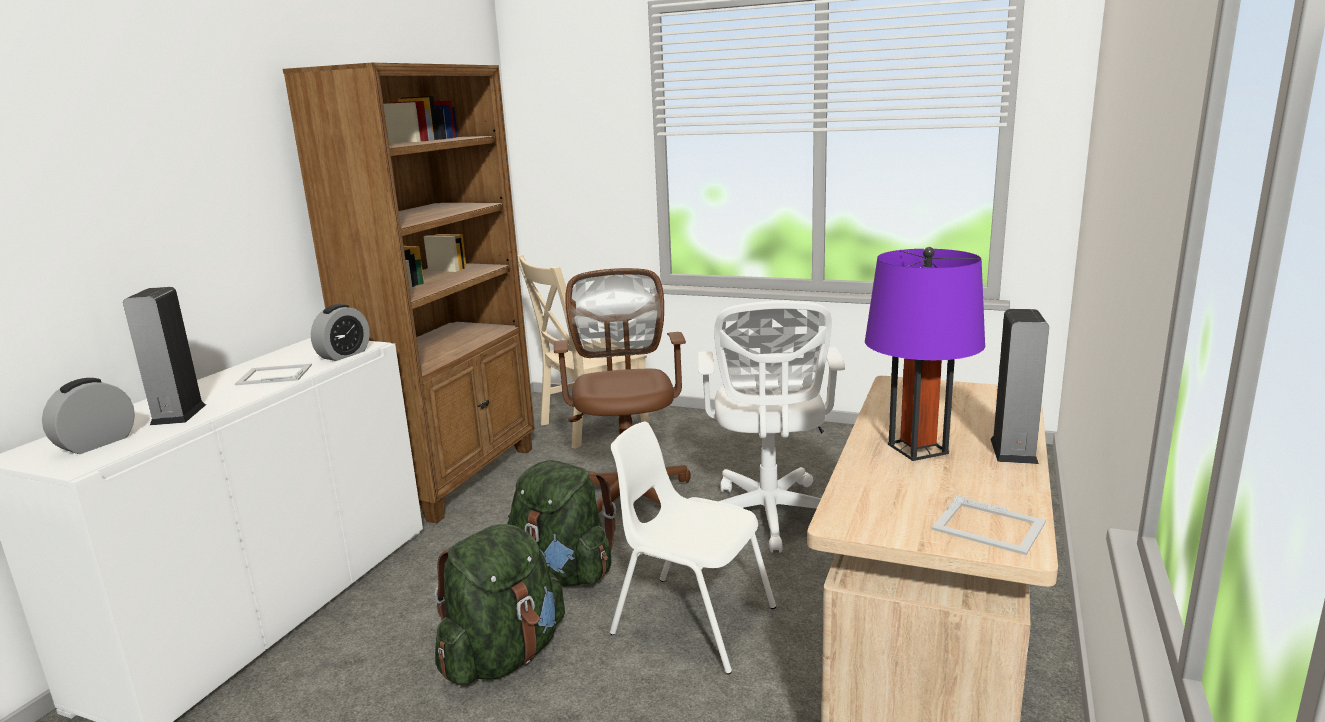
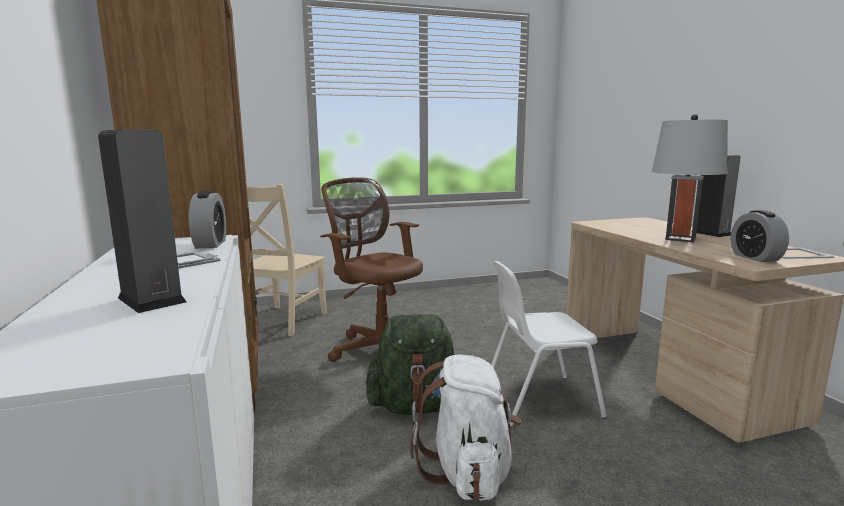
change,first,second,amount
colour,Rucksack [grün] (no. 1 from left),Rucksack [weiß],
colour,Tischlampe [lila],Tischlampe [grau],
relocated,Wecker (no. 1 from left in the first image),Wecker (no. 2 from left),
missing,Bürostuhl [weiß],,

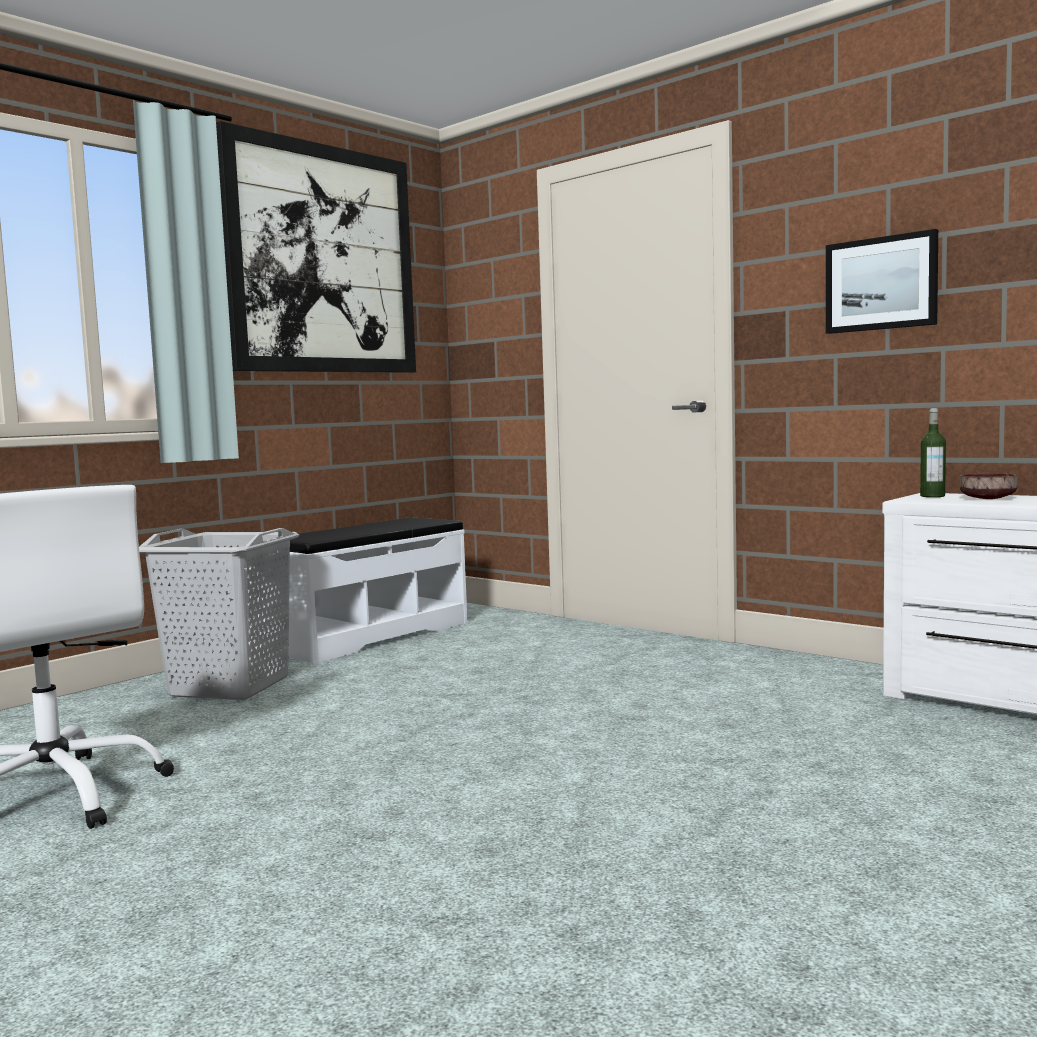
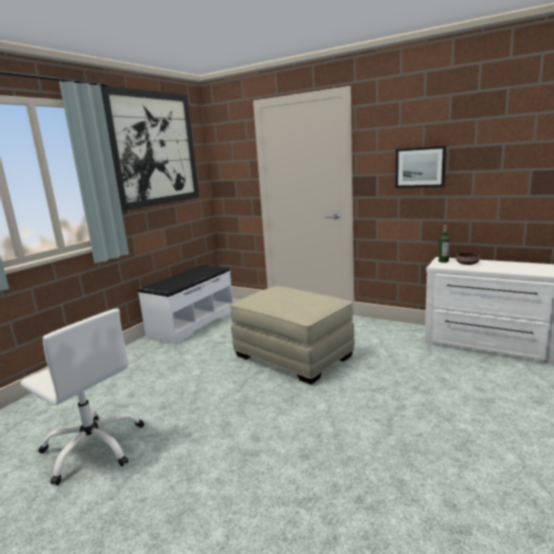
change,first,second,amount
appeared,,Polsterhocker [beige],
missing,Wäschekorb [grau],,

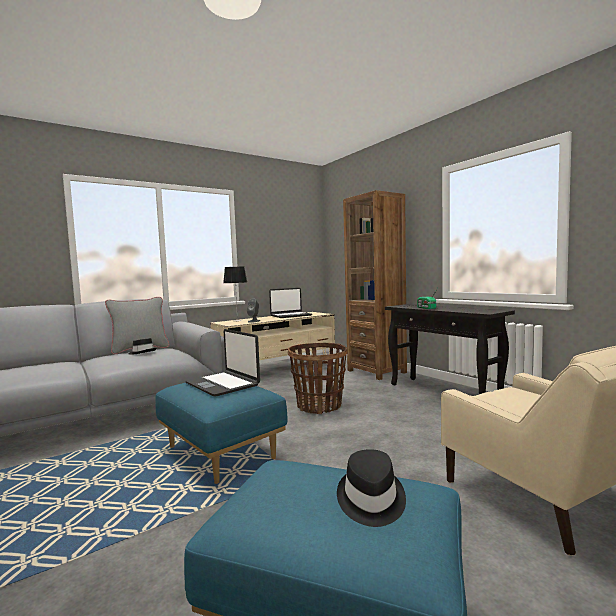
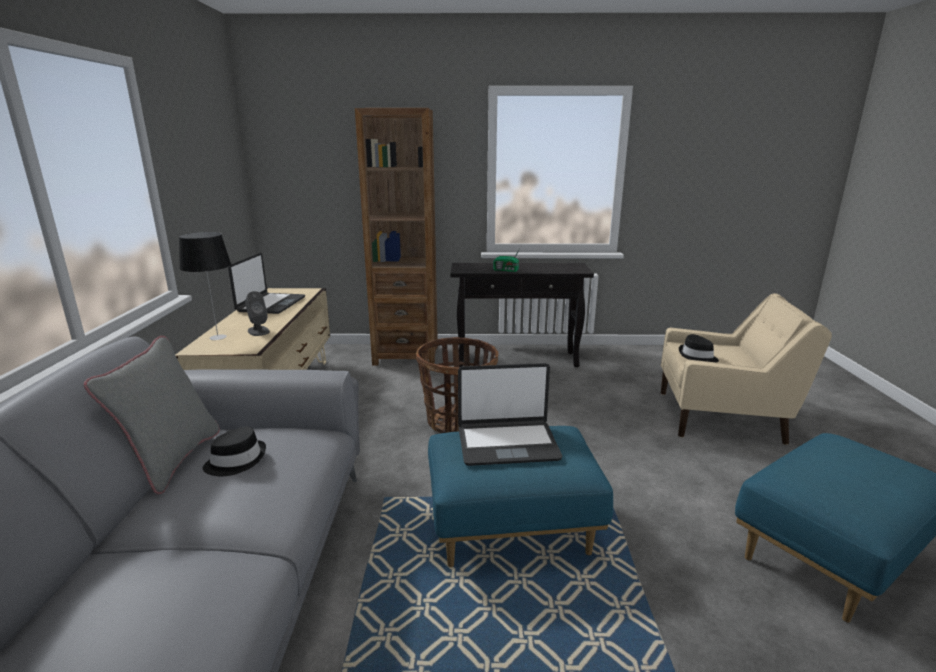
change,first,second,amount
relocated,Hut [schwarz] (no. 2 from left),,

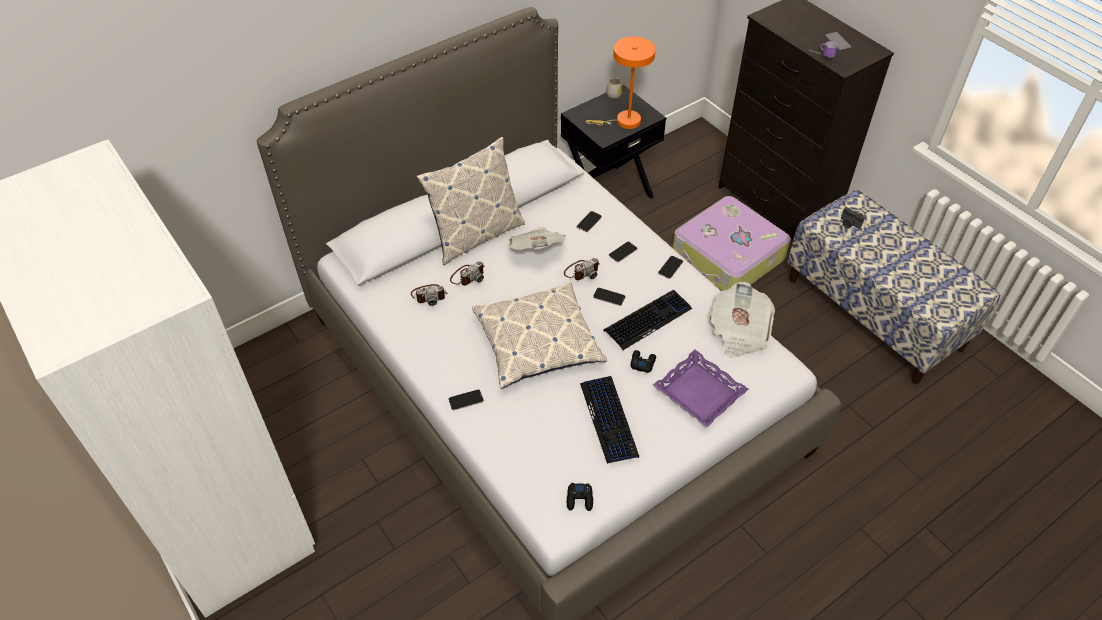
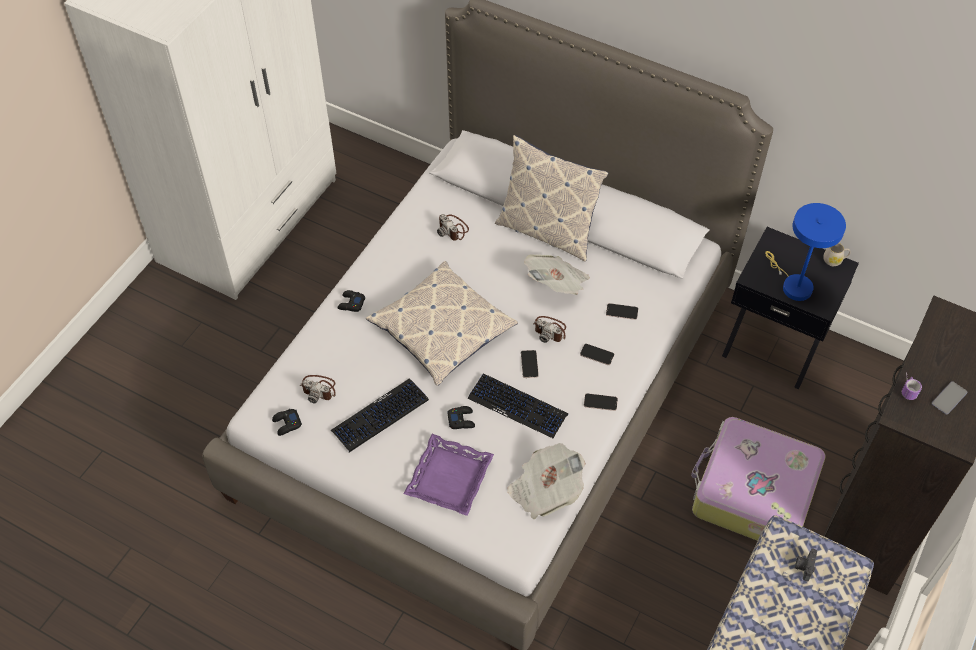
change,first,second,amount
relocated,Kamera (no. 2 from left in the first image),Kamera (no. 1 from left),
exchanged,Handy (no. 1 from left),Gamepad [schwarz] (no. 2 from left),
colour,Tischlampe [orange],Tischlampe [blau],

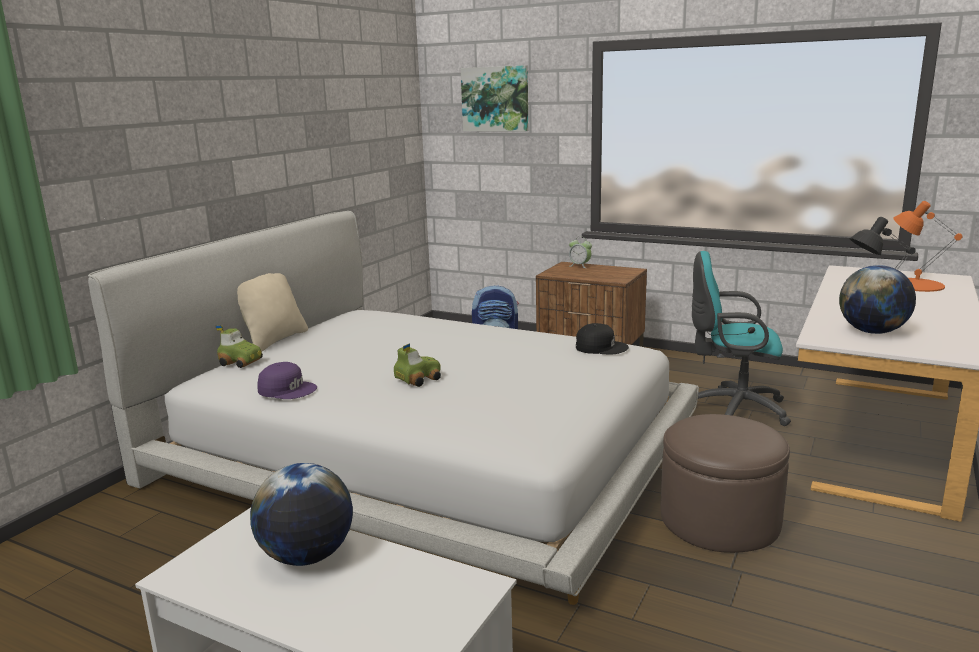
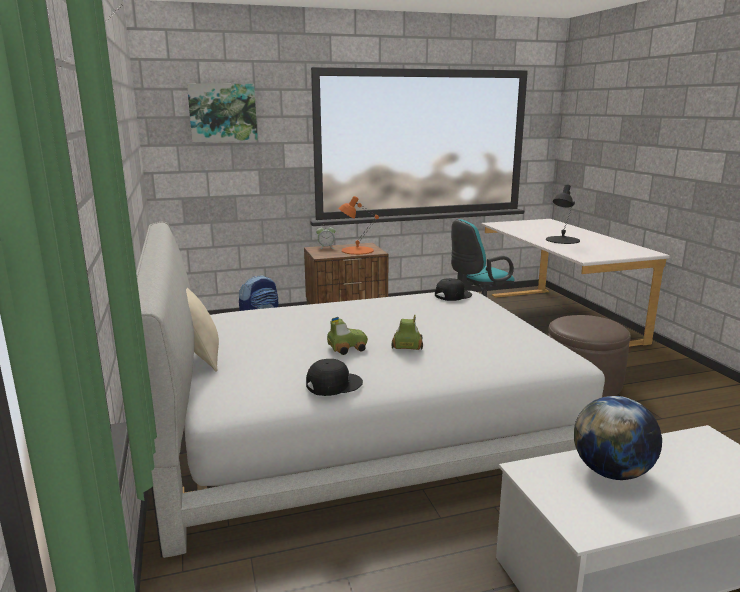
change,first,second,amount
colour,Kappe [lila],Kappe [schwarz] (no. 1 from left),
relocated,Spielzeugauto (no. 1 from left),,
relocated,Tischlampe [orange],,
missing,Globus (no. 2 from left),,

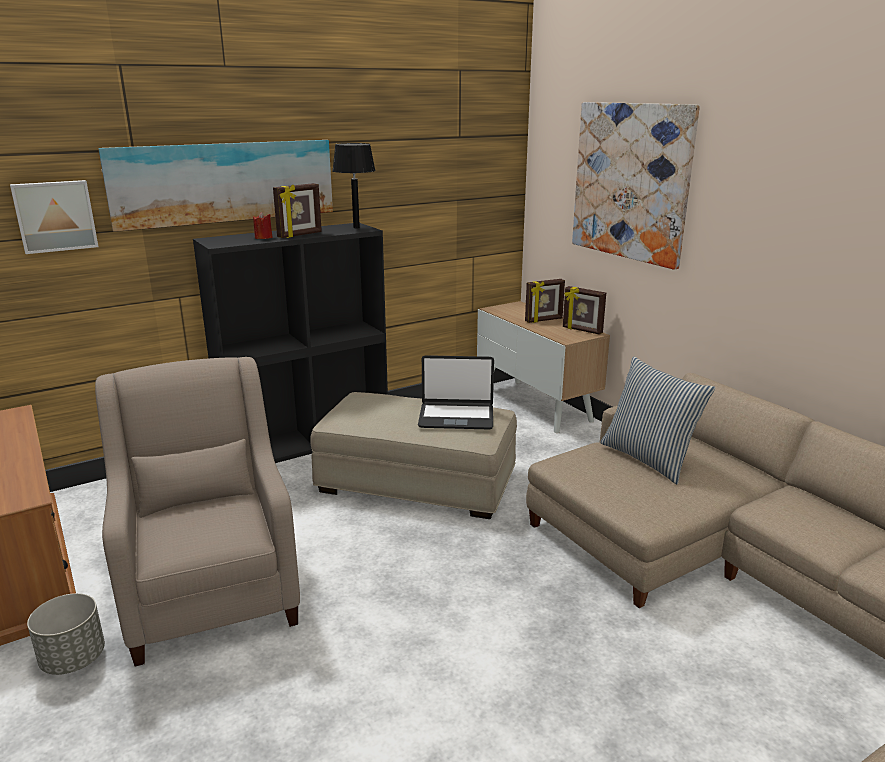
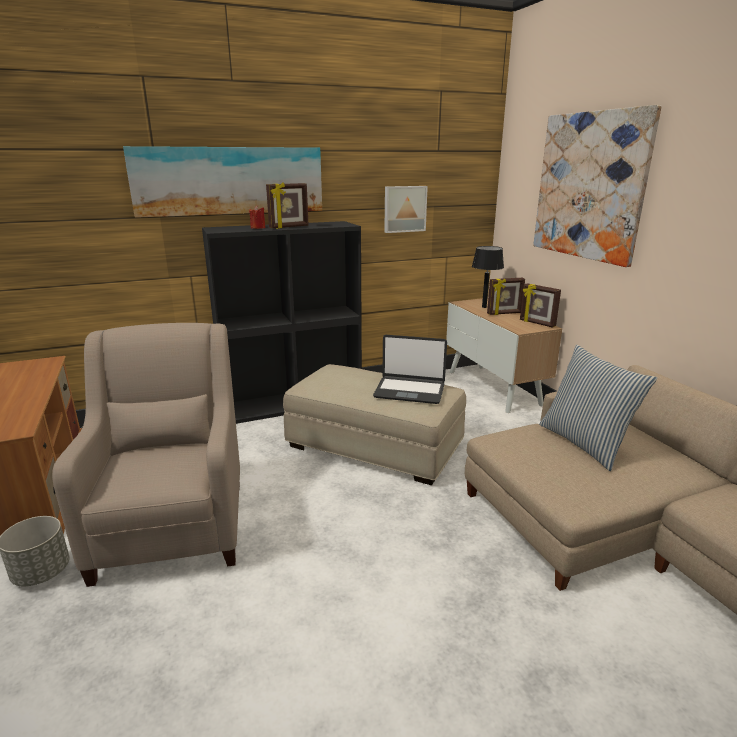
change,first,second,amount
relocated,Bild (no. 1 from left in the first image),Bild (no. 2 from left),
relocated,Tischlampe [schwarz],,

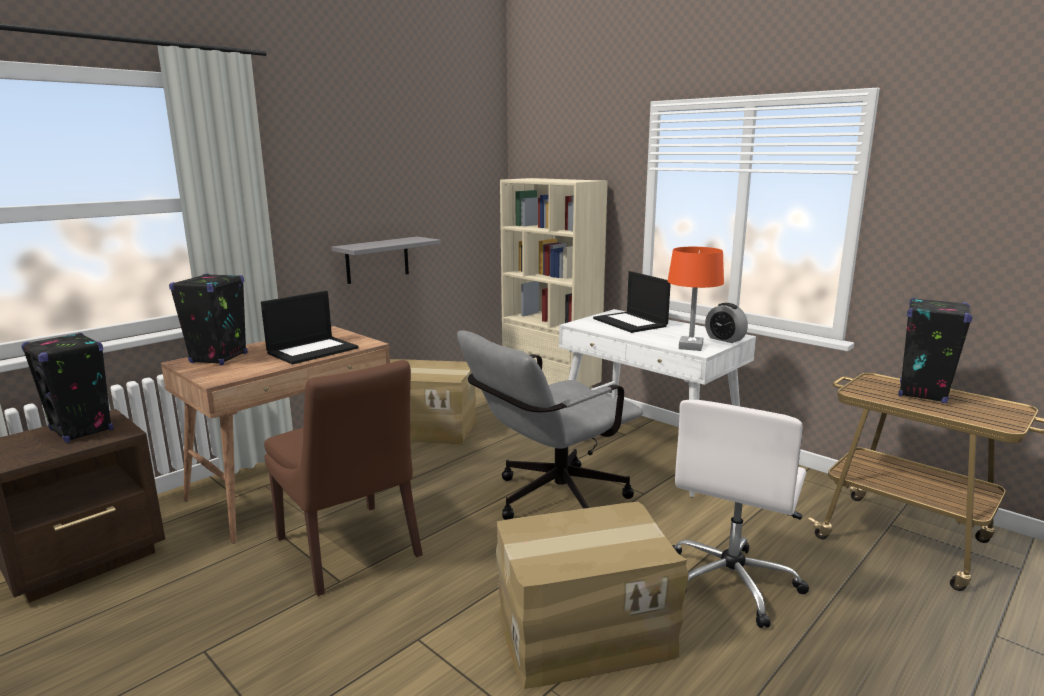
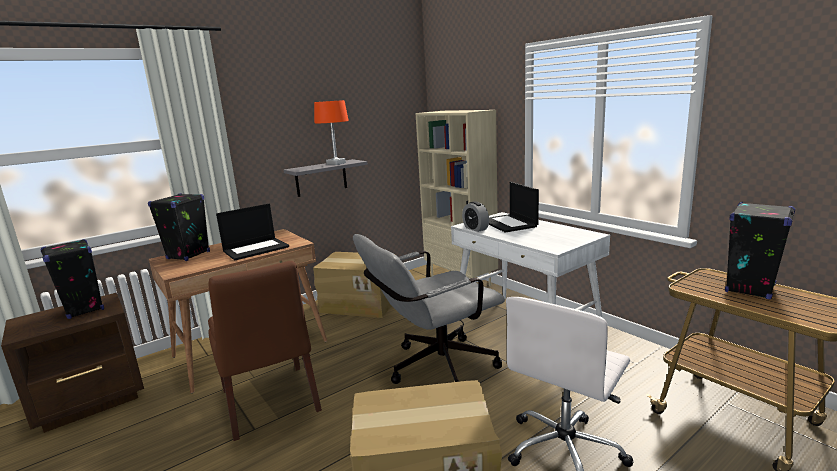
change,first,second,amount
relocated,Tischlampe [orange],,
relocated,Wecker,,

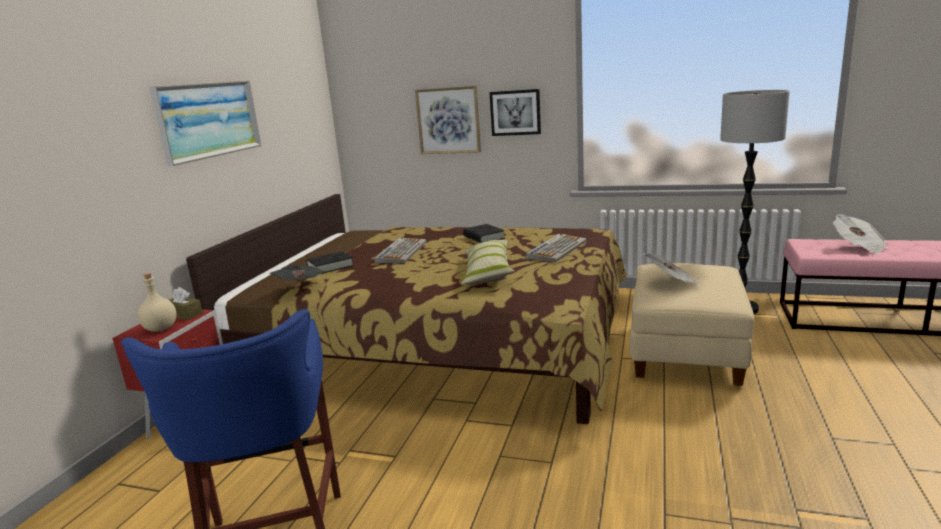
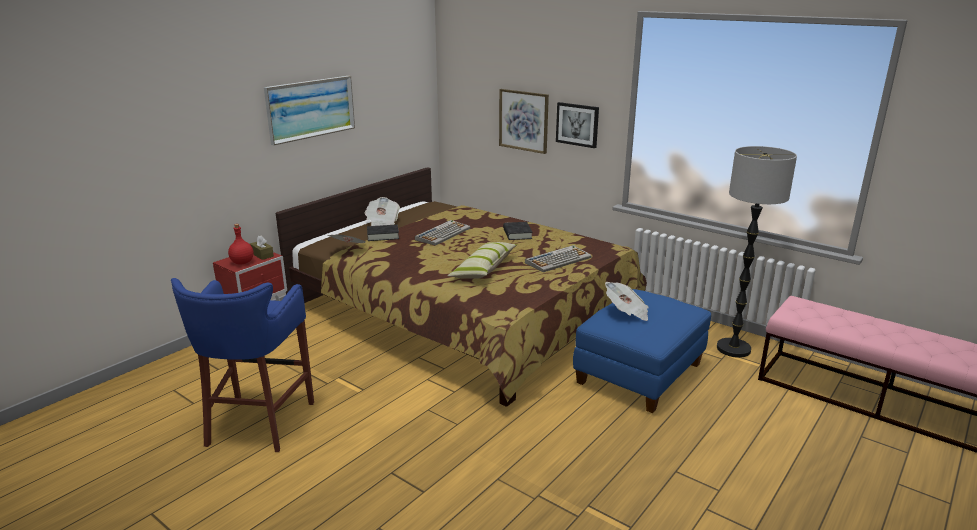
change,first,second,amount
colour,Flasche [beige],Flasche [rot],
relocated,Zeitung (no. 3 from left in the first image),Zeitung (no. 2 from left),
colour,Polsterhocker [beige],Polsterhocker [blau],

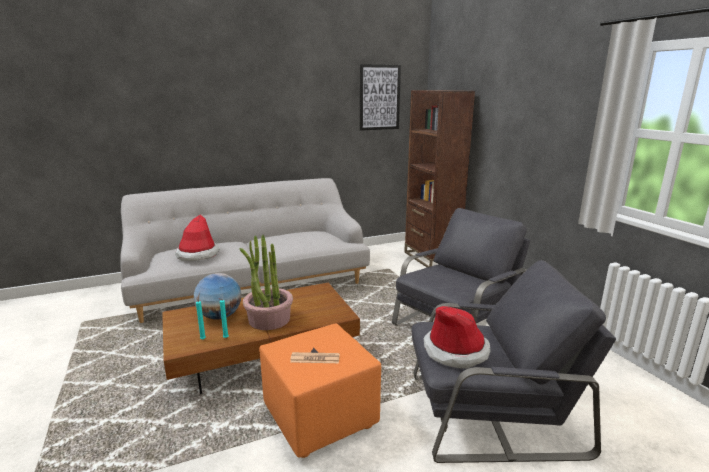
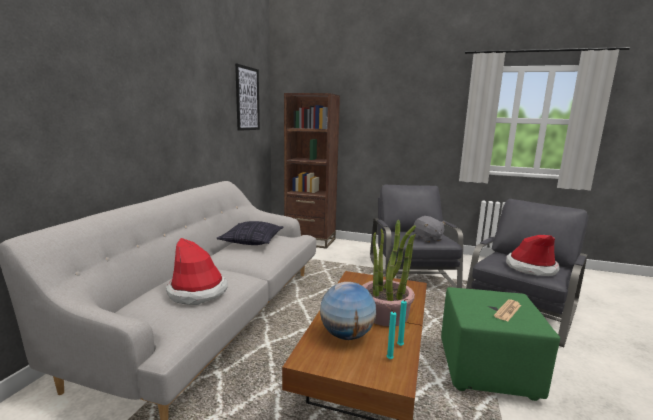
change,first,second,amount
appeared,,Kissen,
appeared,,Plüschtier [grau],
colour,Polsterhocker [orange],Polsterhocker [grün],

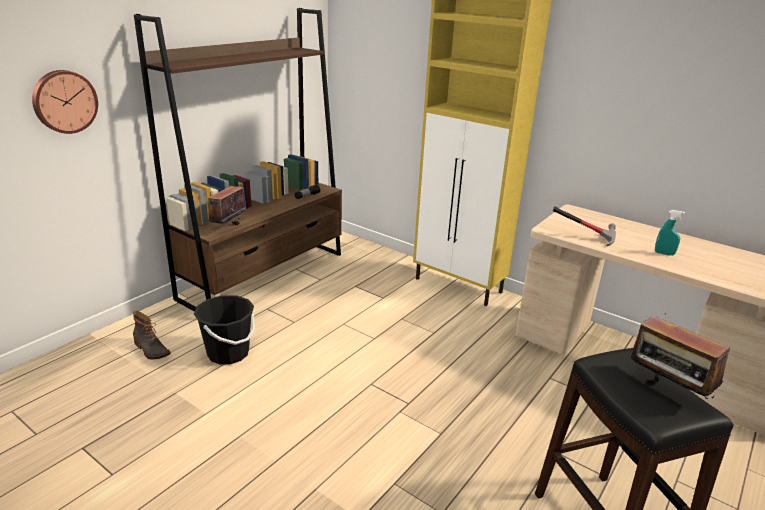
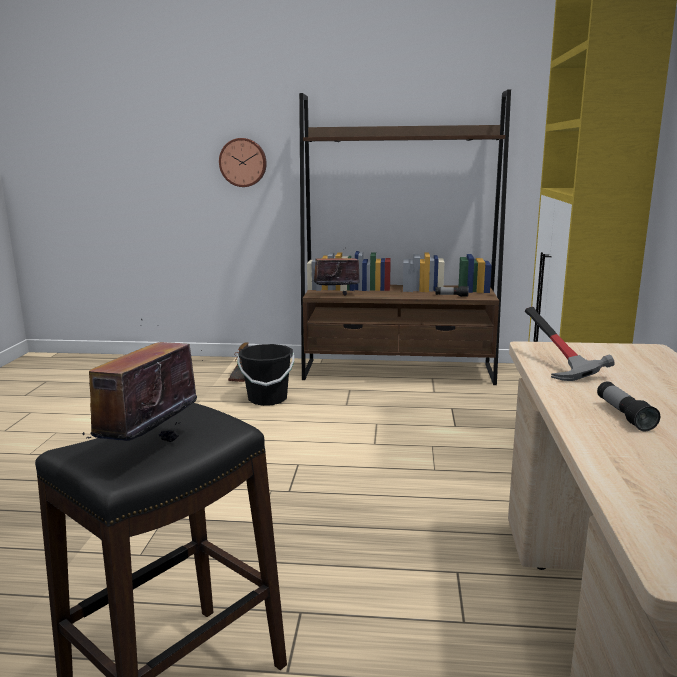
change,first,second,amount
exchanged,Sprühflasche [türkis],Taschenlampe (no. 2 from left),

